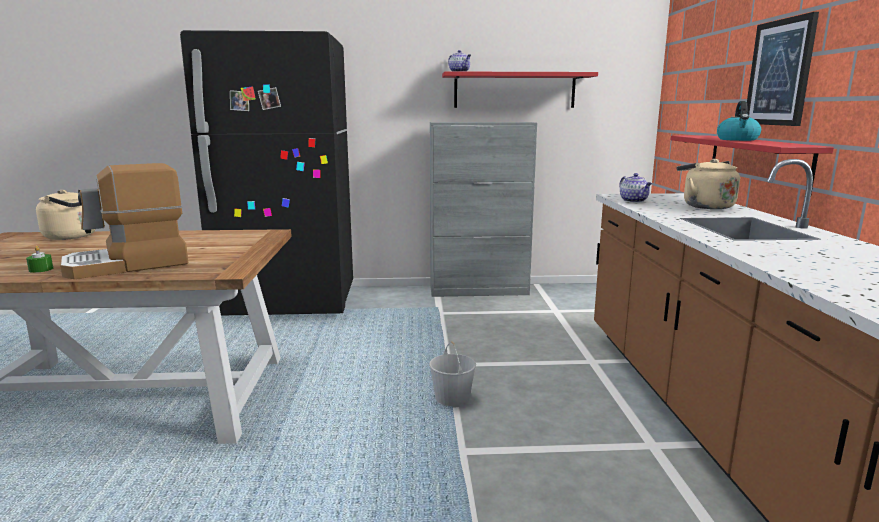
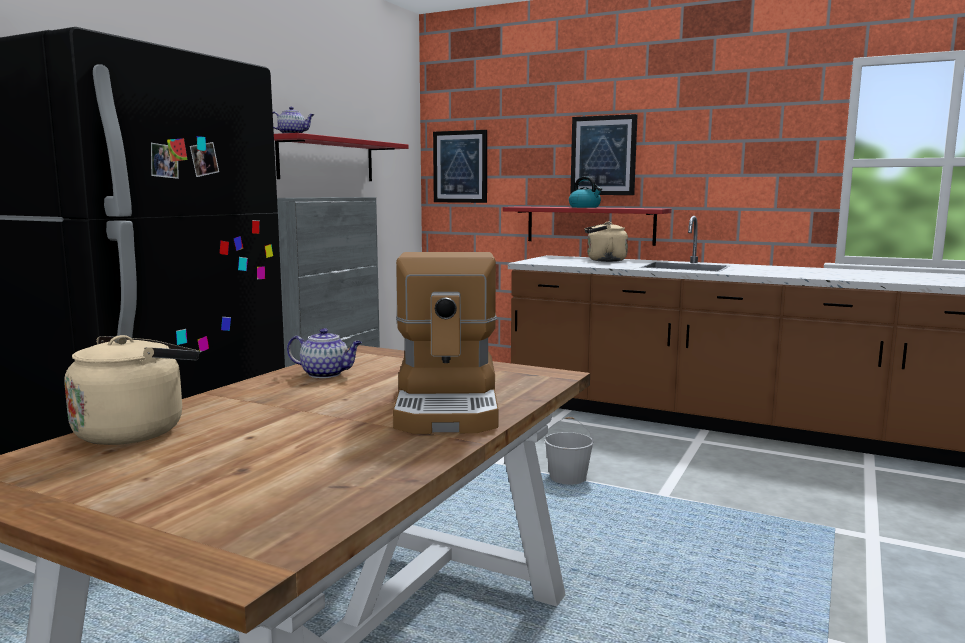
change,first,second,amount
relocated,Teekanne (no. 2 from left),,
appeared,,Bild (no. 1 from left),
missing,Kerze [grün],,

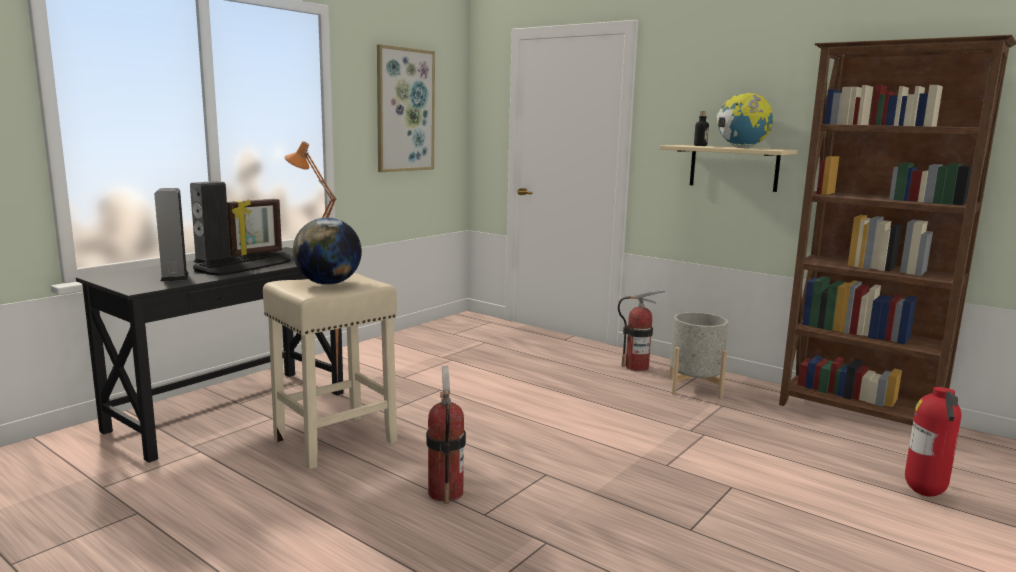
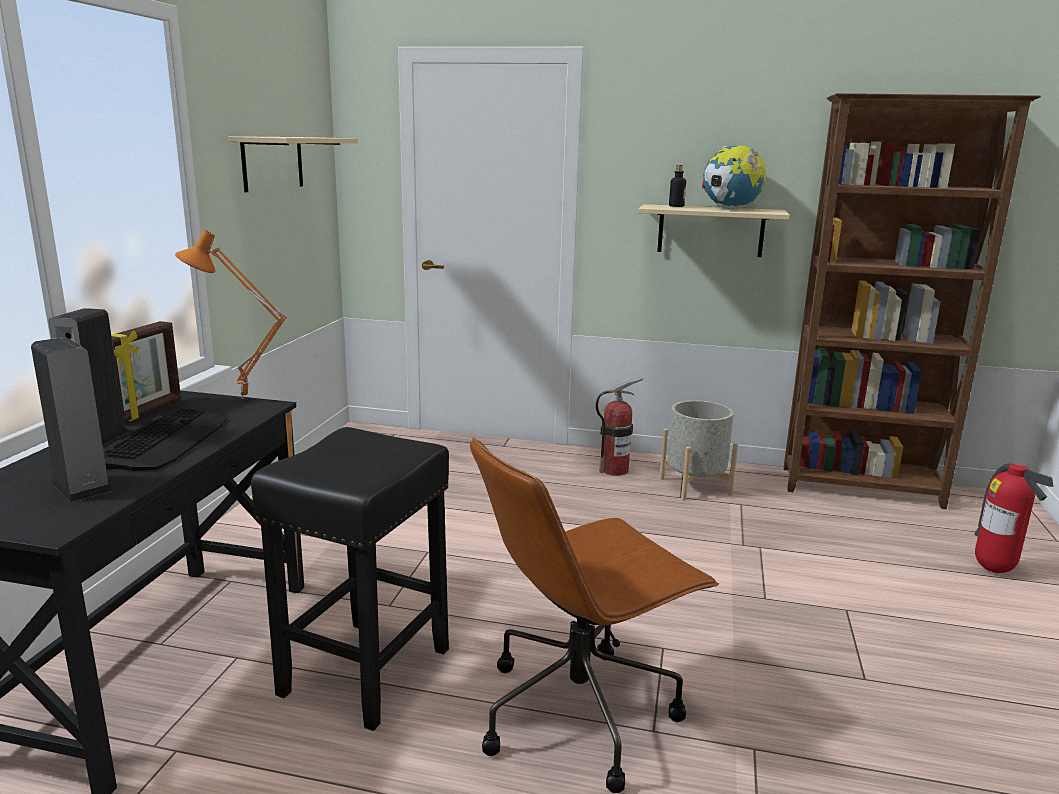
change,first,second,amount
exchanged,Bild,Wandregal [beige] (no. 1 from left),
colour,Hocker [beige],Hocker [schwarz],
exchanged,Feuerlöscher (no. 1 from left),Bürostuhl [braun],
missing,Globus (no. 1 from left),,

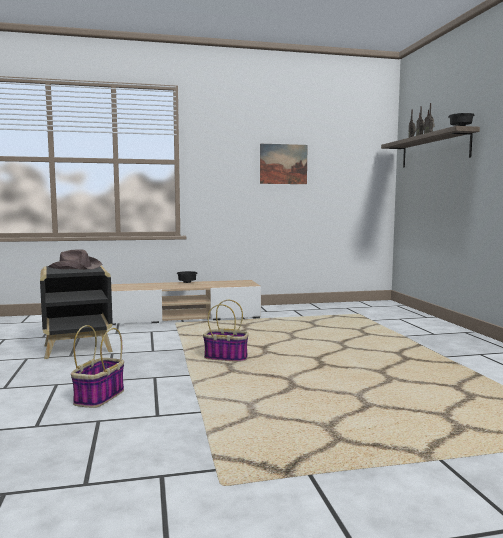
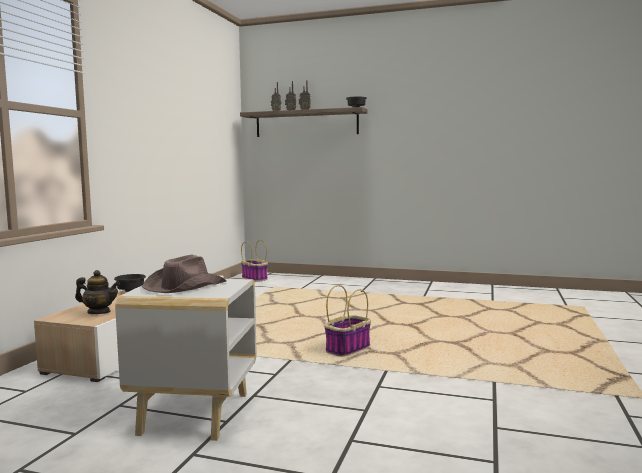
change,first,second,amount
appeared,,Teekanne,
colour,Beistelltisch [schwarz],Beistelltisch [weiß],
relocated,Korb (no. 1 from left),,
missing,Bild,,

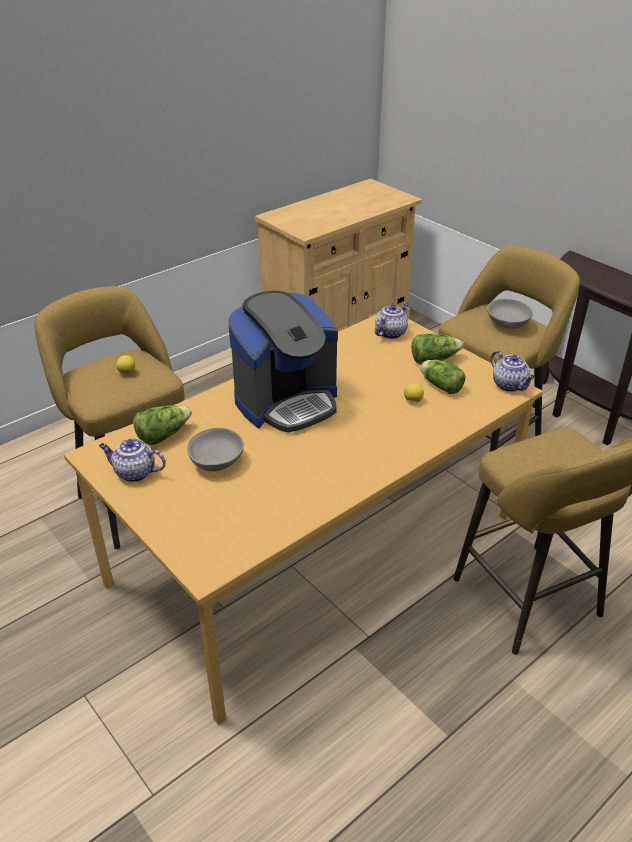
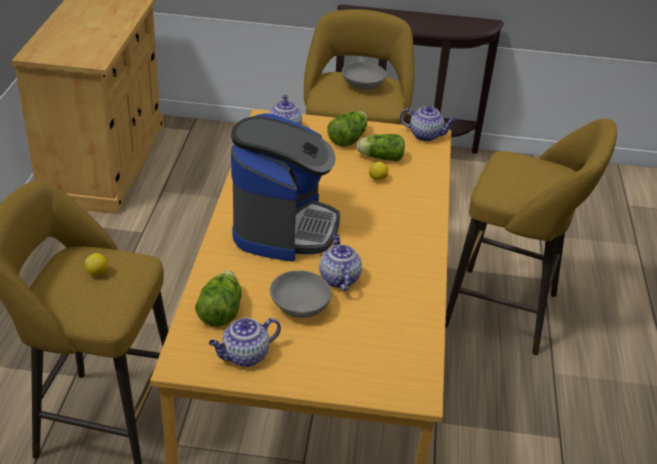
change,first,second,amount
appeared,,Teekanne (no. 3 from left),

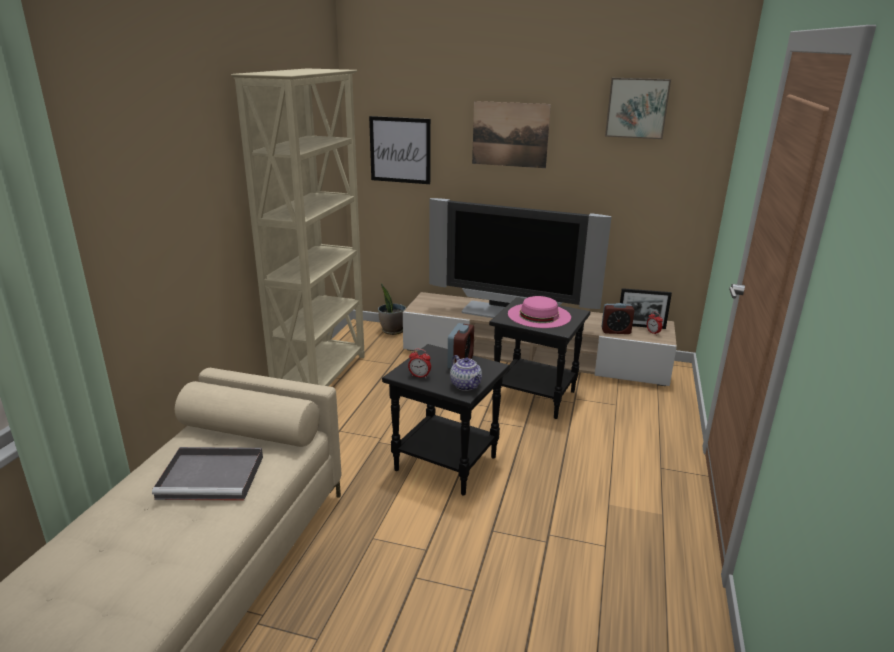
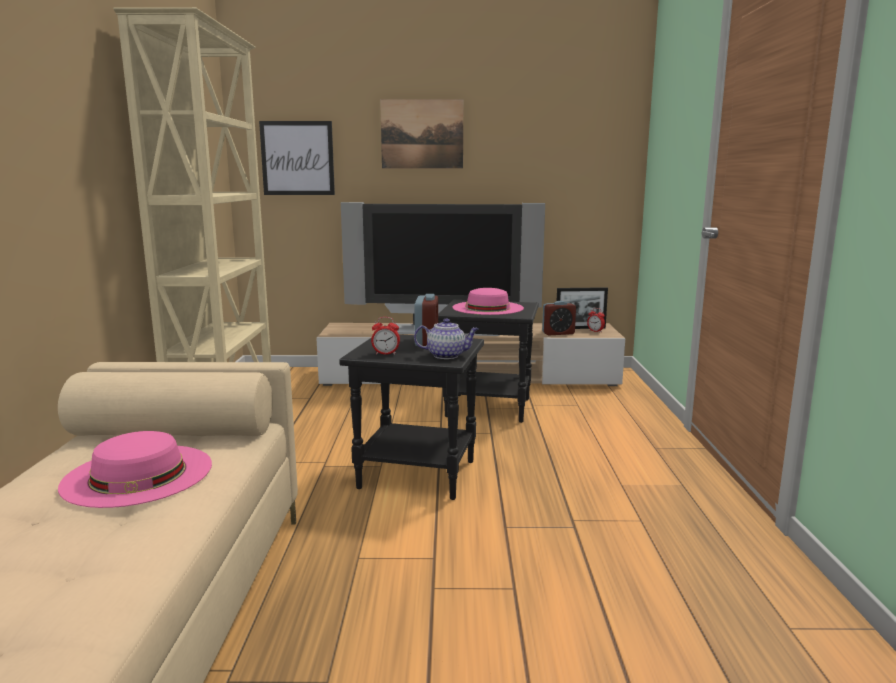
change,first,second,amount
exchanged,Tablett [grau],Hut [rosa] (no. 1 from left),
spun,Teekanne,,45 degrees counterclockwise
missing,Topfpflanze,,
missing,Bild (no. 3 from left),,

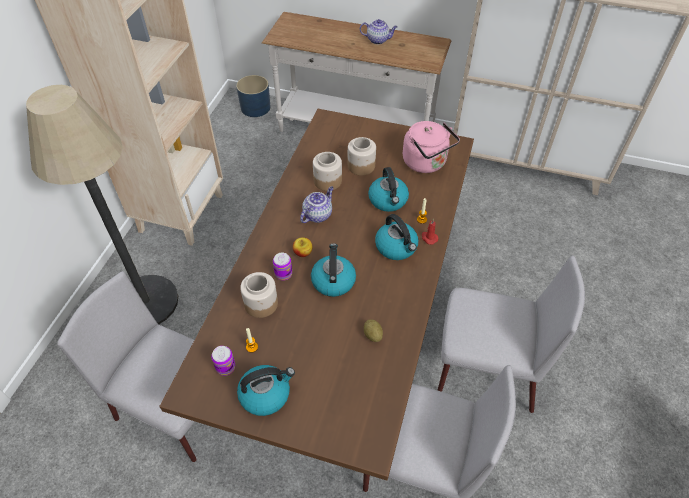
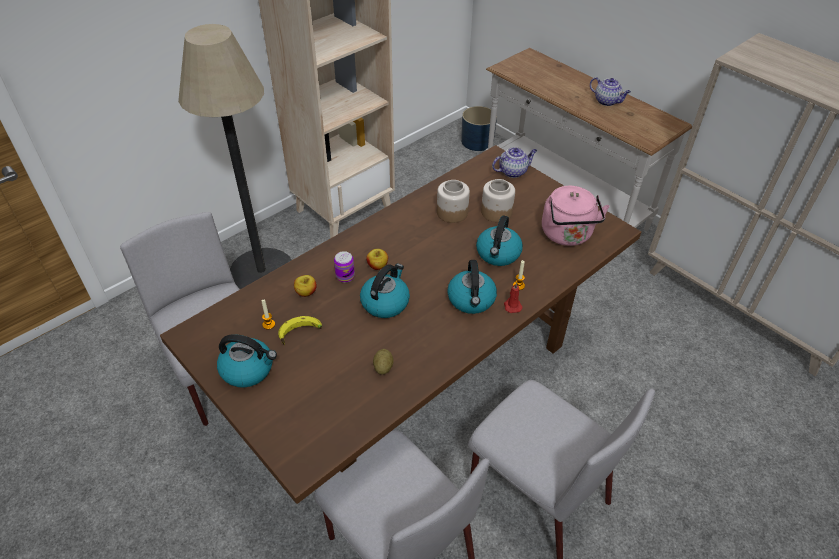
change,first,second,amount
appeared,,Banane,
exchanged,Vorratsglas (no. 1 from left),Apfel (no. 1 from left),
relocated,Teekanne (no. 1 from left),,
missing,Dose (no. 1 from left),,

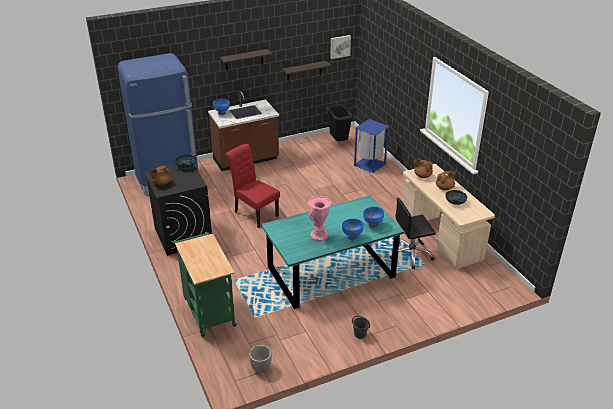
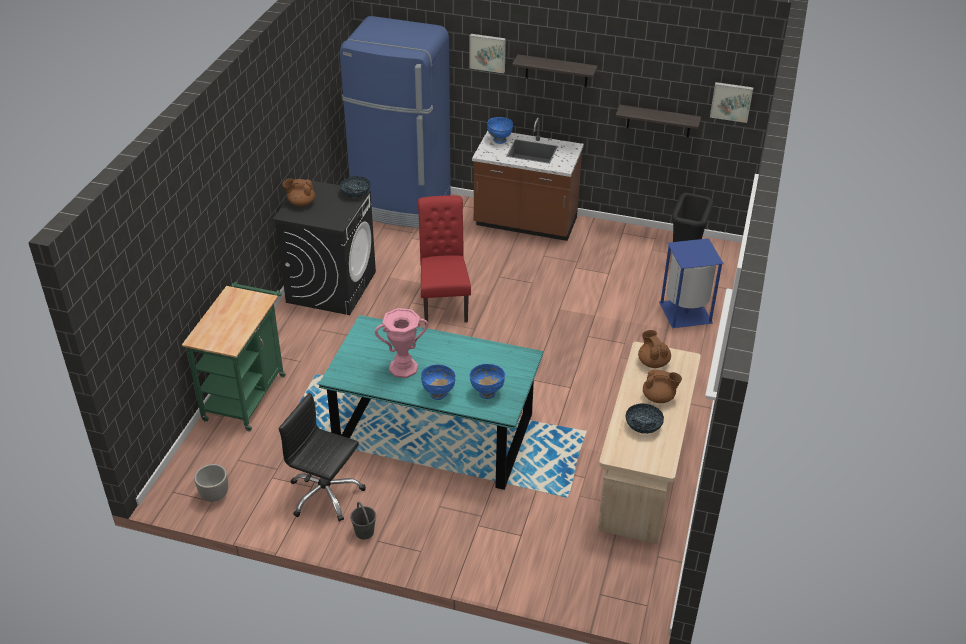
change,first,second,amount
relocated,Bürostuhl [schwarz],,
appeared,,Bild (no. 1 from left),

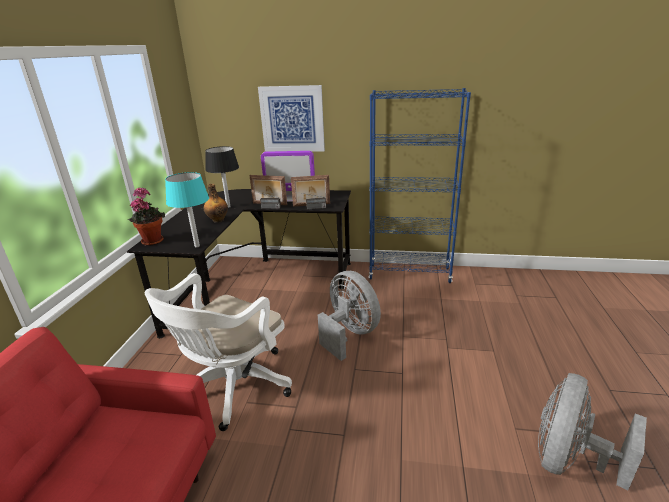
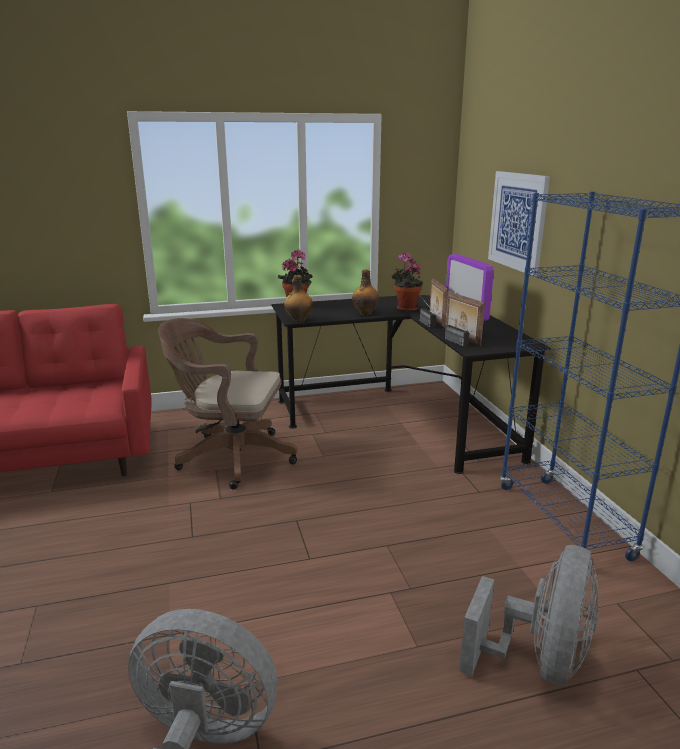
change,first,second,amount
colour,Bürostuhl [weiß],Bürostuhl [braun],
exchanged,Tischlampe [türkis],Flasche (no. 1 from left),
exchanged,Tischlampe [schwarz],Topfpflanze (no. 2 from left),
relocated,Ventilator [grau] (no. 1 from left in the first image),Ventilator [grau] (no. 2 from left),

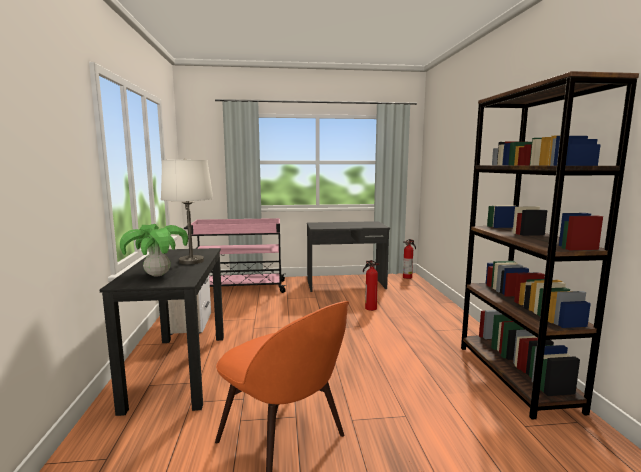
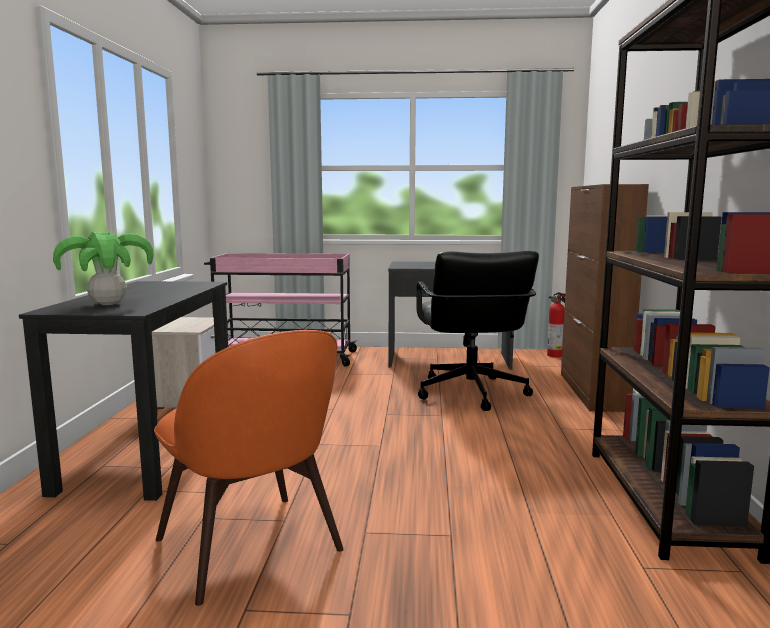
change,first,second,amount
exchanged,Feuerlöscher (no. 1 from left),Bürostuhl [schwarz],
appeared,,Schrank [braun],
missing,Tischlampe [weiß],,

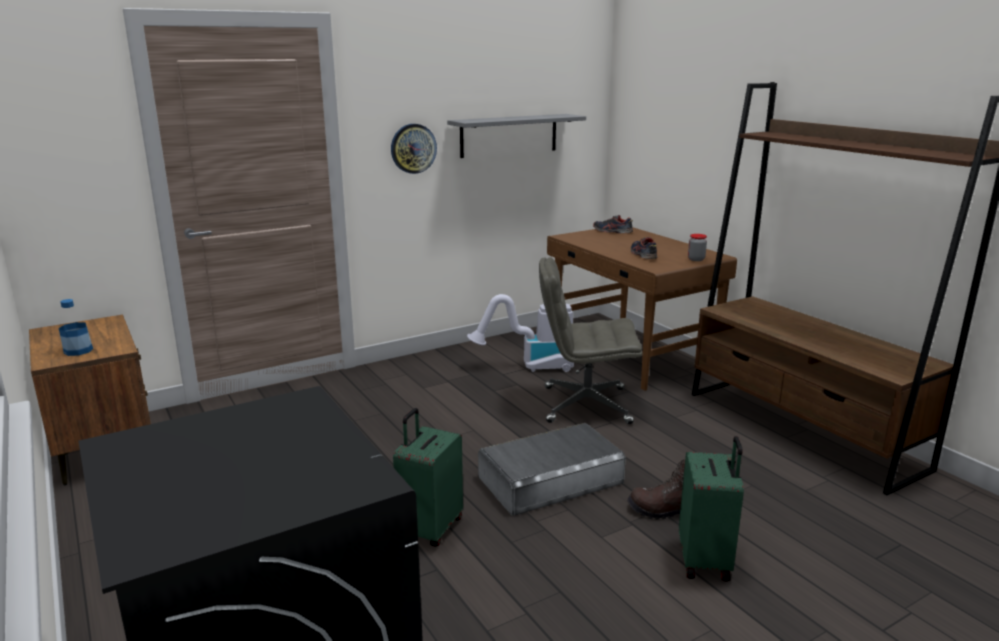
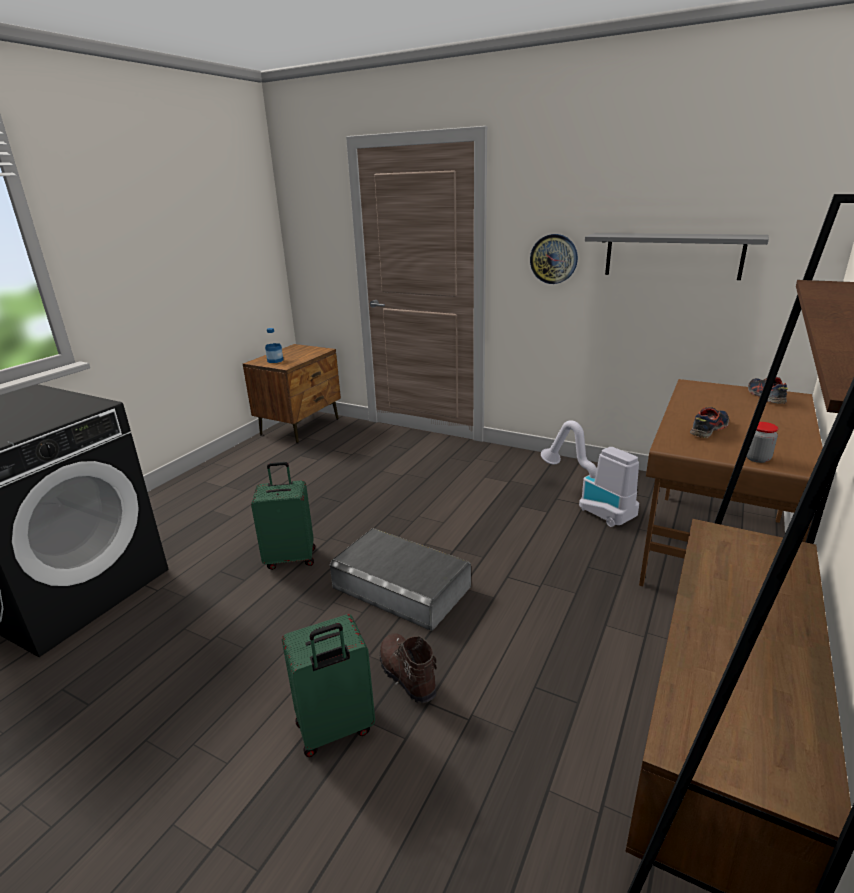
change,first,second,amount
missing,Bürostuhl [grau],,

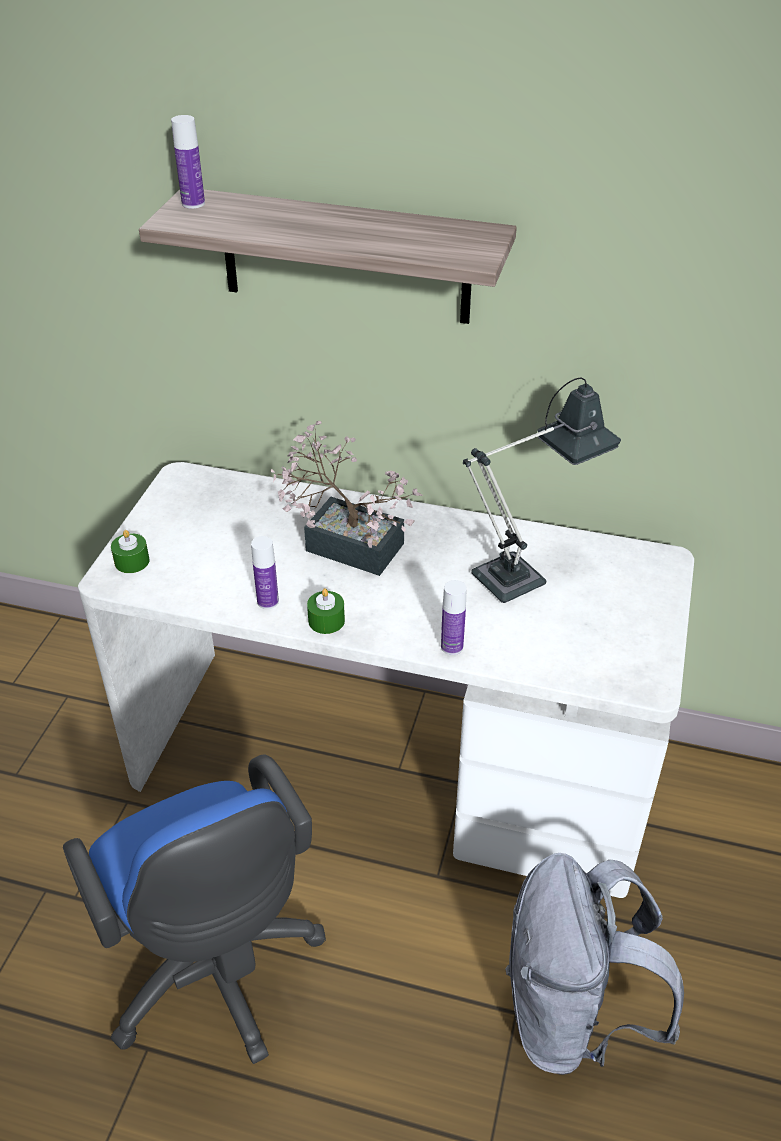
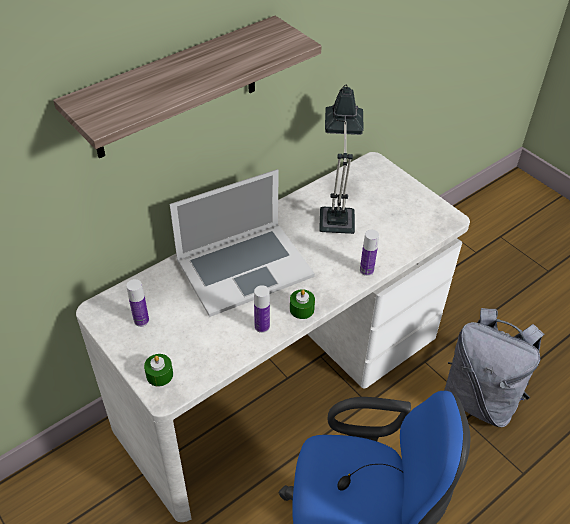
change,first,second,amount
relocated,Flasche (no. 1 from left),,
exchanged,Topfpflanze,Laptop,

